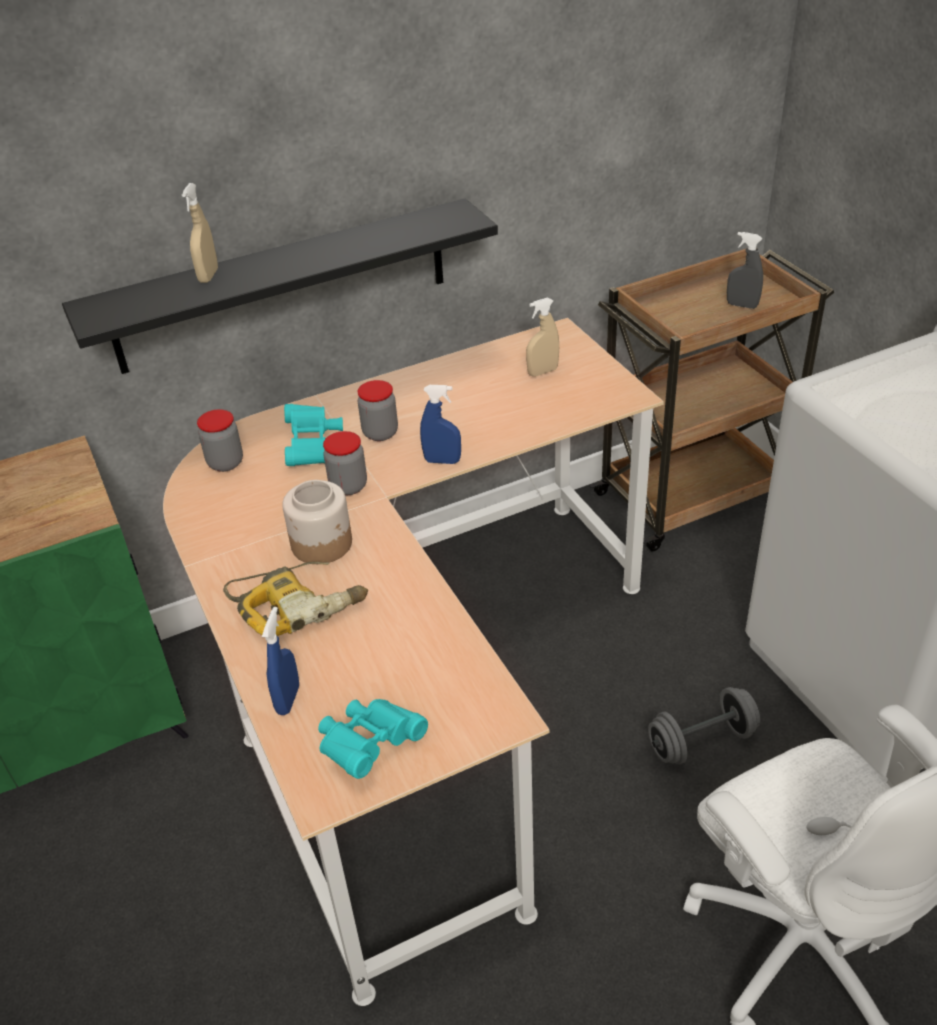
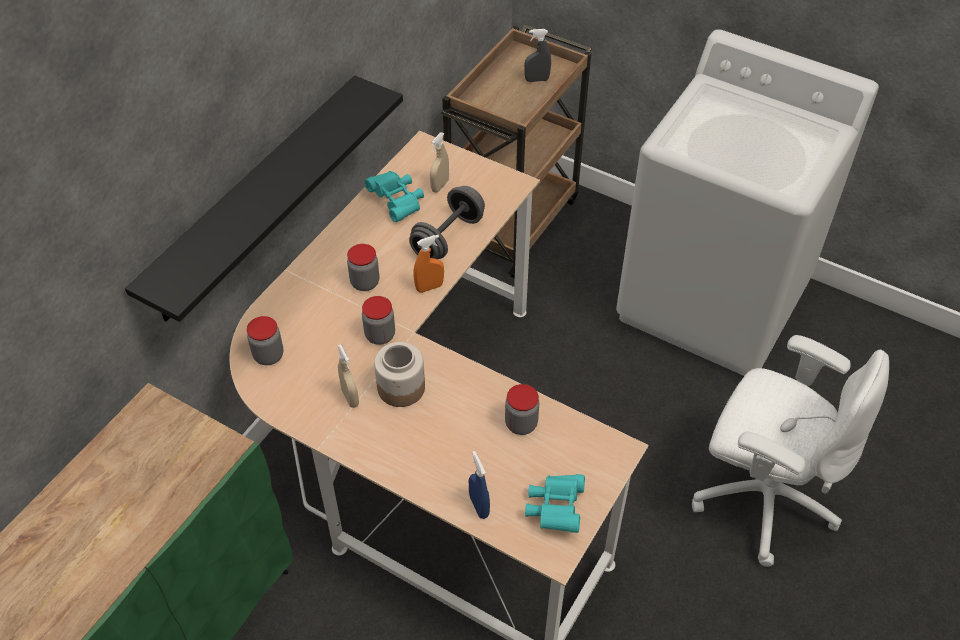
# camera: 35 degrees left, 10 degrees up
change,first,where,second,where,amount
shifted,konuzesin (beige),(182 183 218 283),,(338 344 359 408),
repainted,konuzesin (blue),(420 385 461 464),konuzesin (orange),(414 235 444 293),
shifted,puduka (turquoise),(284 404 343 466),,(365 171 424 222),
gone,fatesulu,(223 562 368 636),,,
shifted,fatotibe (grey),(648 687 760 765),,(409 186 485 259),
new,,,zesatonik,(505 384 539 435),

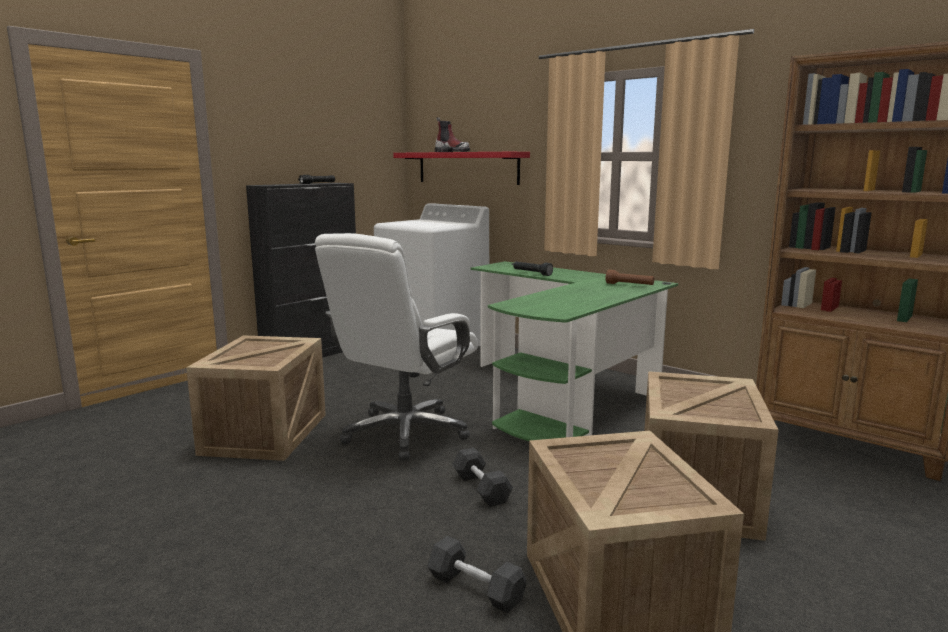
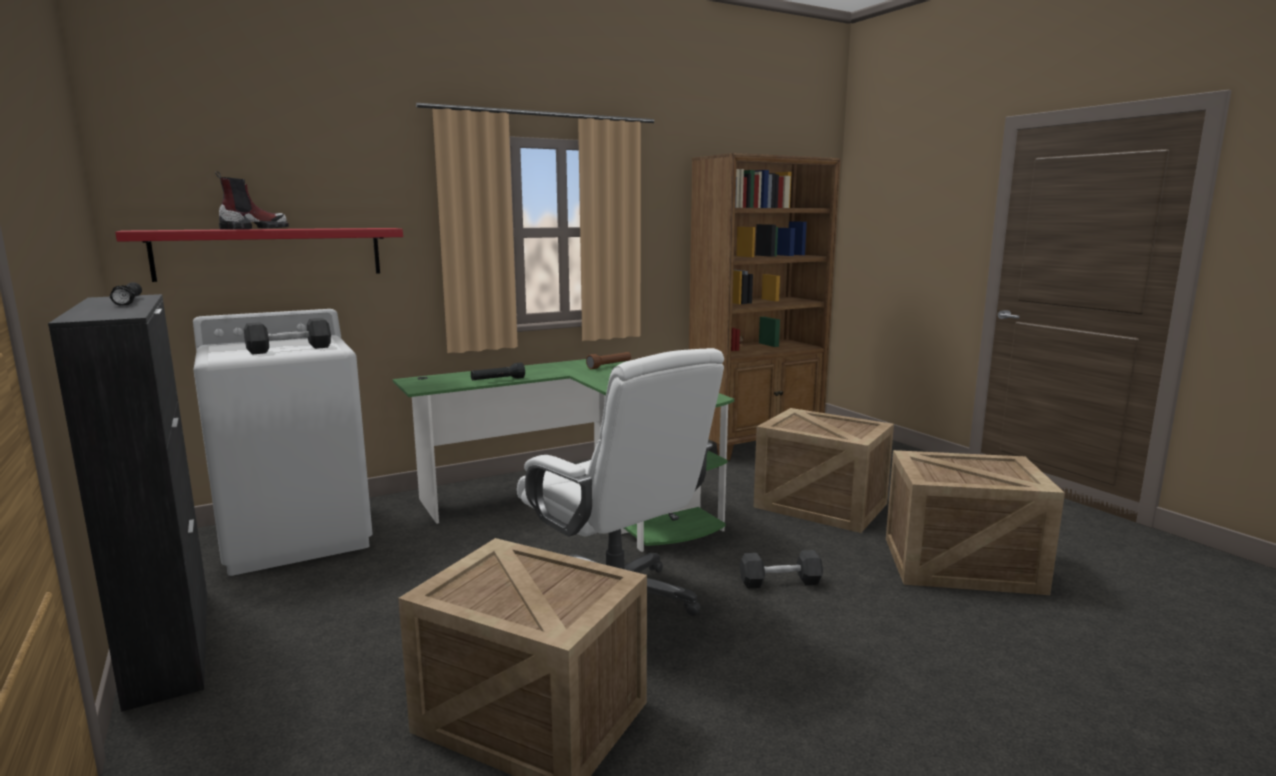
# camera: 70 degrees left, 0 degrees up
change,first,where,second,where,amount
shifted,fatotibe (black),(427 536 526 613),,(244 318 331 355),

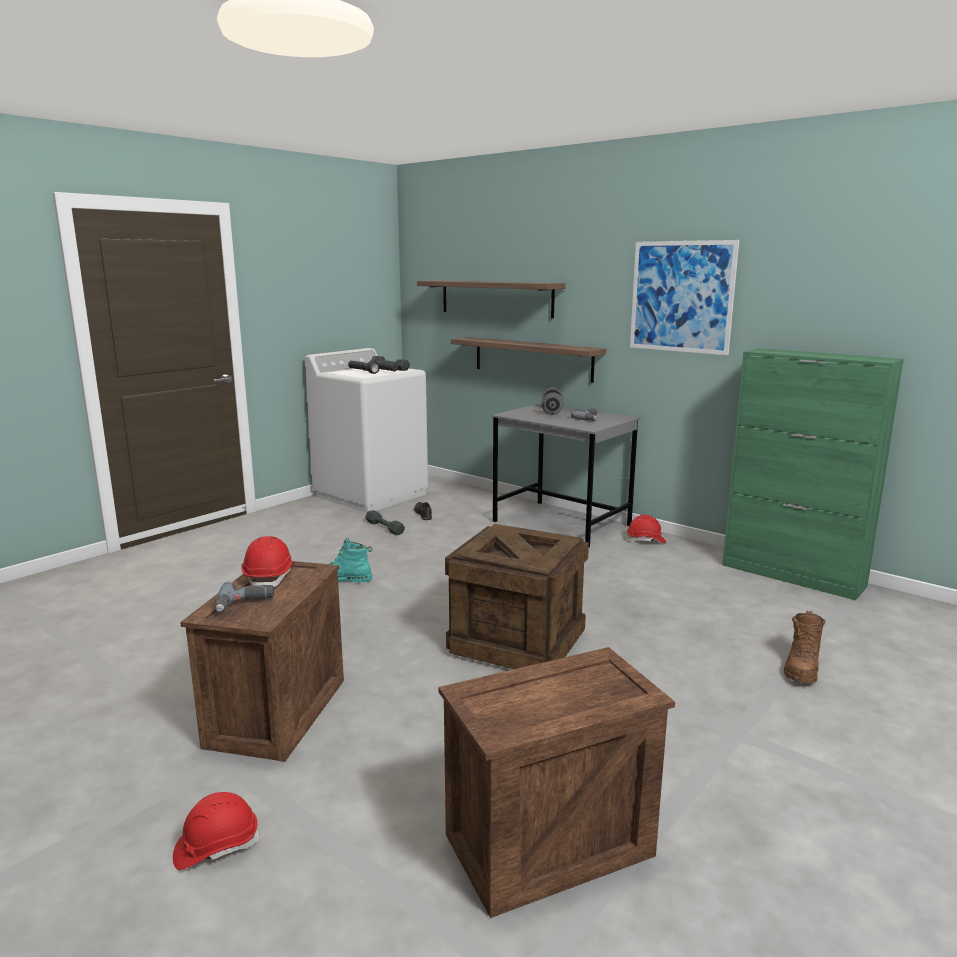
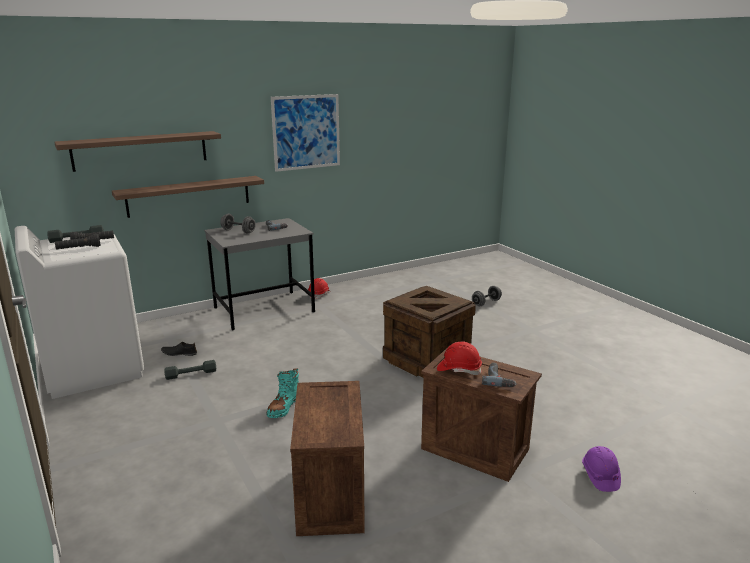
# camera: 70 degrees left, 5 degrees up
change,first,where,second,where,amount
gone,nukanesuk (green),(722 348 904 600),,,
swapped,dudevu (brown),(784 611 826 683),fatotibe (grey),(472 286 502 306),
shifted,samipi,(438 647 675 918),,(290 381 365 536),
repainted,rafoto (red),(173 792 260 870),rafoto (purple),(582 446 621 492),

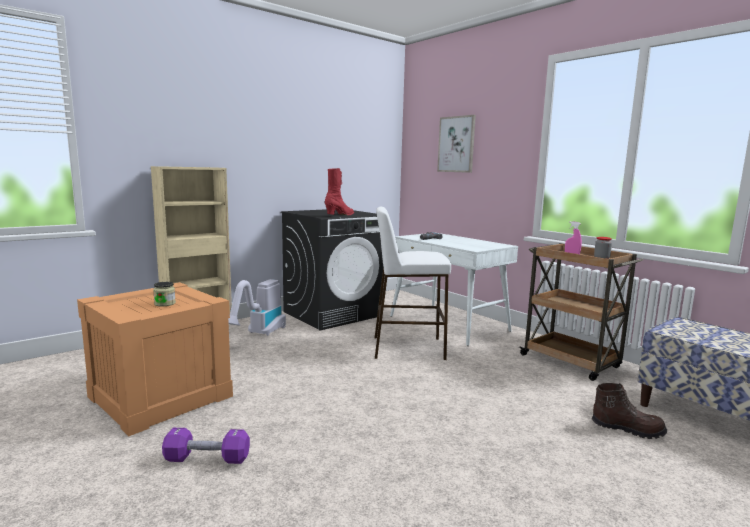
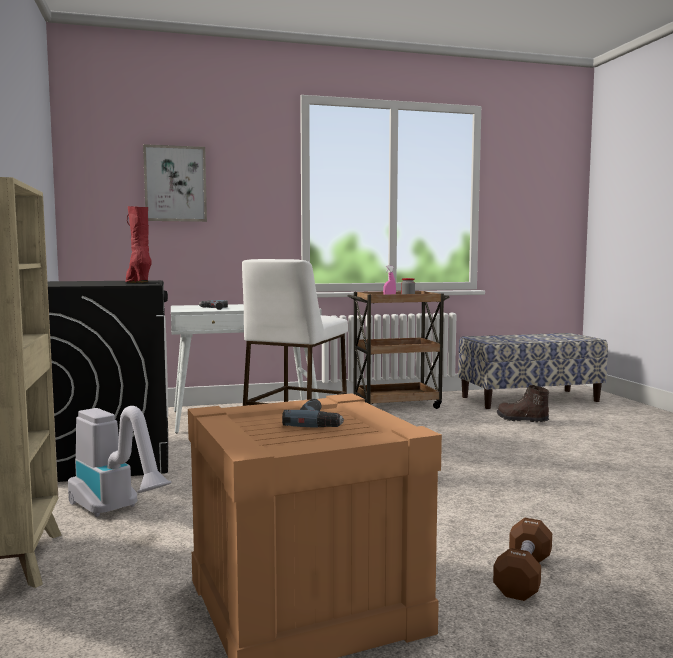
# camera: 65 degrees left, 5 degrees down
change,first,where,second,where,amount
swapped,zesatonik,(153 282 176 306),fatesulu,(282 399 344 428),
rotated,dudevu (brown),(592 383 667 439),,(497 385 549 422),90 degrees counterclockwise
repainted,fatotibe (purple),(162 428 250 464),fatotibe (brown),(493 518 552 601),

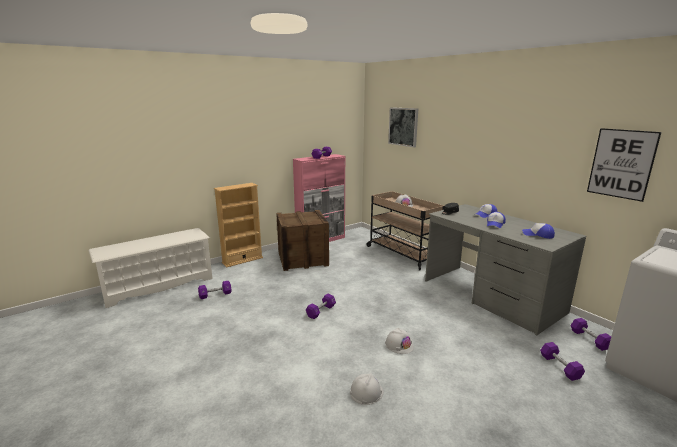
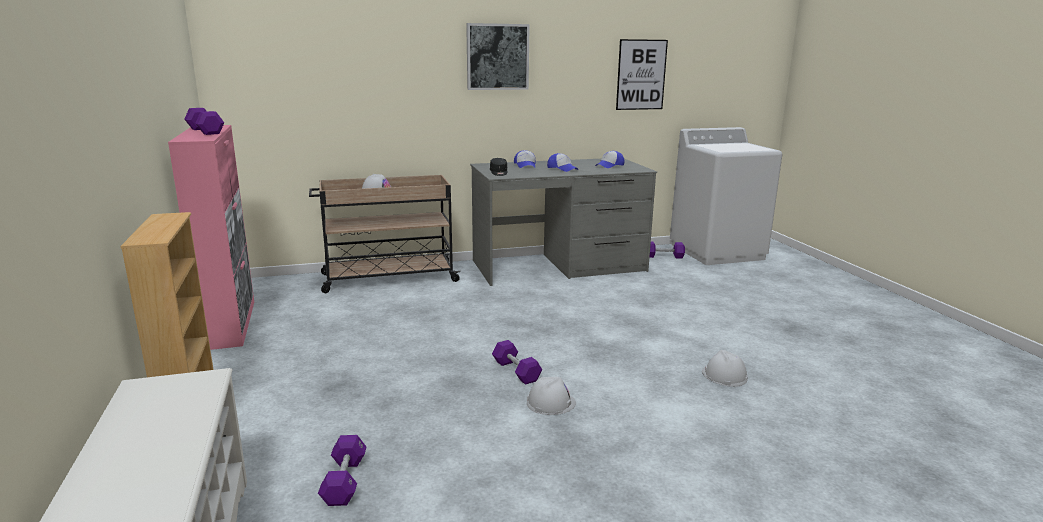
# camera: 70 degrees left, 0 degrees up
change,first,where,second,where,amount
shifted,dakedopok,(388 107 418 147),,(466 23 530 90),
gone,samipi,(276 210 329 271),,,
shifted,rafoto (white),(385 328 414 354),,(527 377 576 415),
gone,fatotibe (purple),(540 342 585 381),,,

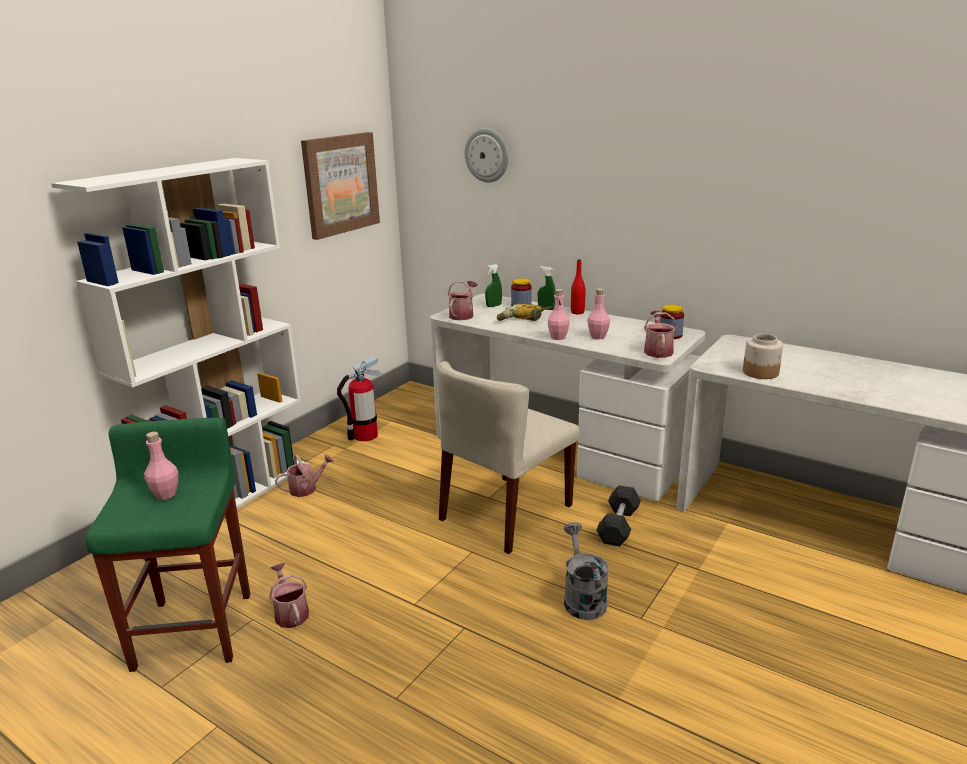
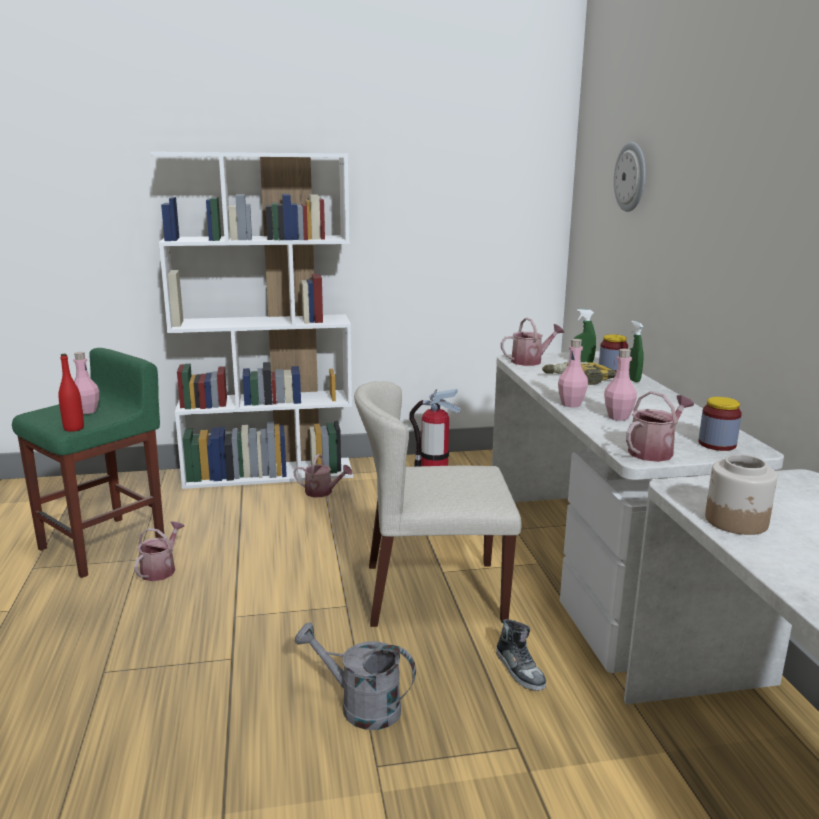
# camera: 45 degrees right, 5 degrees down
change,first,where,second,where,amount
gone,dakedopok,(301 132 380 240),,,
shifted,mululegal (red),(571 259 585 314),,(58 354 84 432),
swapped,fatotibe (grey),(597 485 641 546),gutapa,(496 619 546 691),
rotated,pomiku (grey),(564 522 609 620),,(295 622 416 730),105 degrees counterclockwise

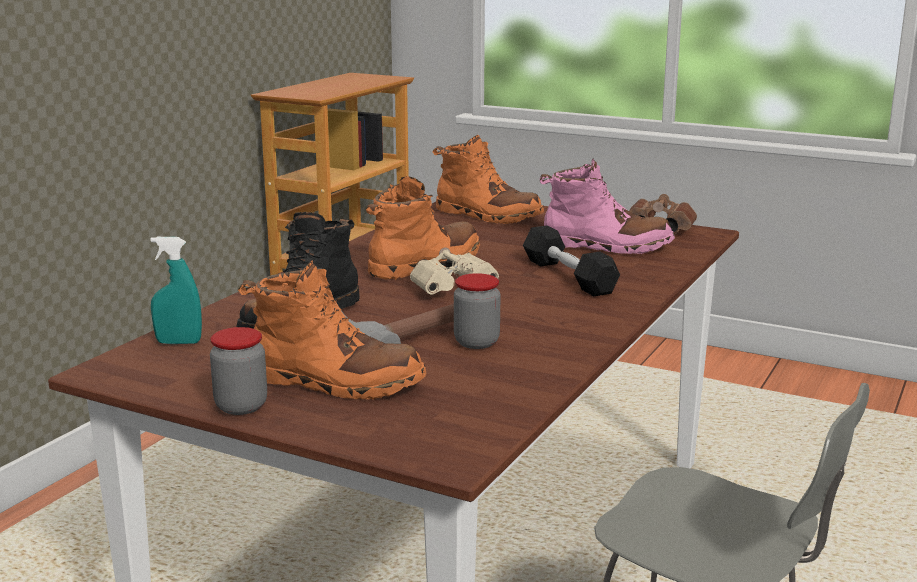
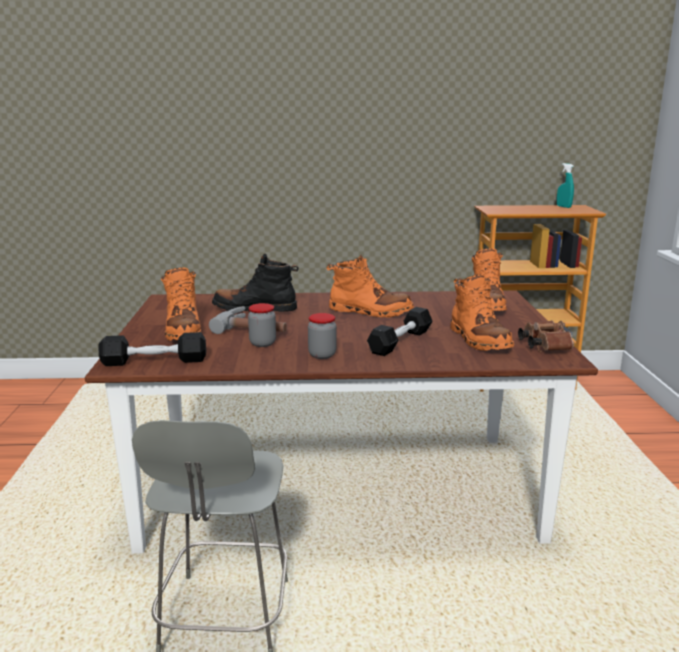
# camera: 60 degrees right, 0 degrees up
change,first,where,second,where,amount
repainted,dudevu (pink),(540 158 675 254),dudevu (orange),(450 274 514 351),
shifted,konuzesin (turquoise),(150 237 202 344),,(557 163 574 208),
gone,puduka (beige),(410 247 499 295),,,
shifted,zesatonik,(210 327 267 415),,(308 313 336 359),
new,,,fatotibe (black),(99 332 206 366),

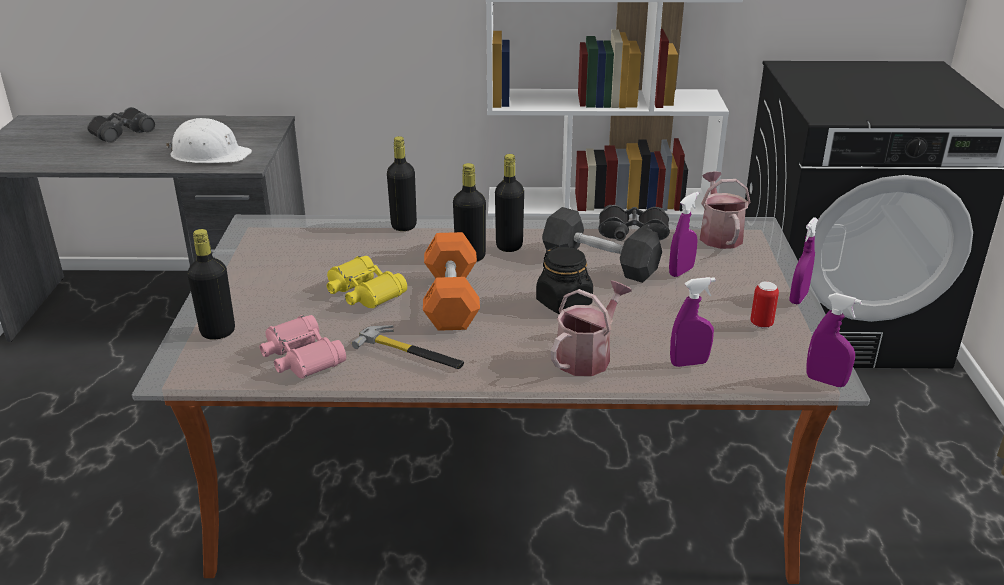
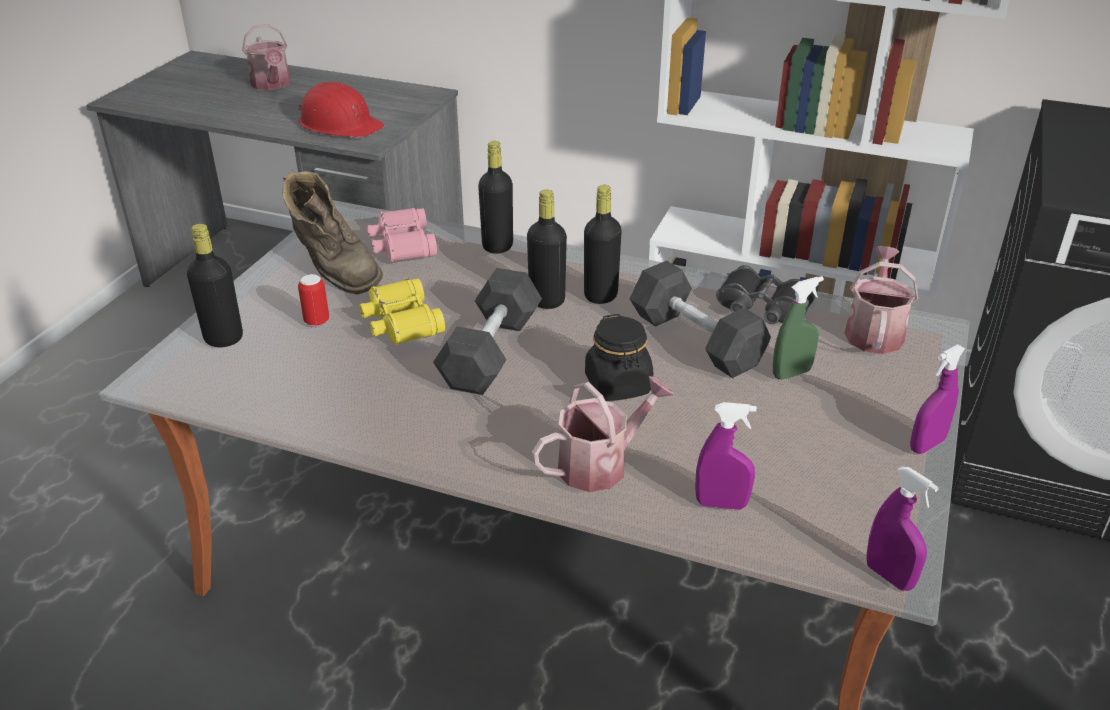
# camera: 20 degrees right, 5 degrees up
change,first,where,second,where,amount
swapped,puduka (black),(87 107 155 143),pomiku,(242 24 291 90),
repainted,rafoto (white),(166 118 252 163),rafoto (red),(298 82 385 138),
repainted,konuzesin (purple),(669 192 699 277),konuzesin (green),(773 276 824 379),
repainted,fatotibe (orange),(423 232 480 331),fatotibe (grey),(433 268 542 395),
shifted,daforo,(750 281 779 329),,(298 274 329 326),
shifted,puduka (pink),(260 315 346 379),,(367 207 437 262),
gone,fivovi,(351 325 464 369),,,
new,,,dudevu (brown),(283 171 383 295),

